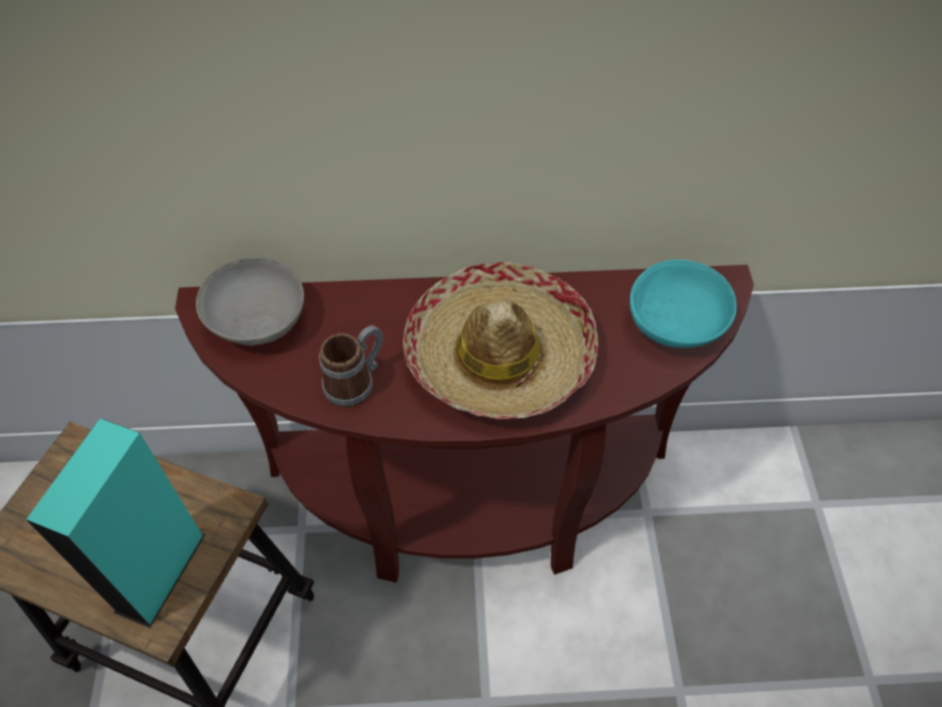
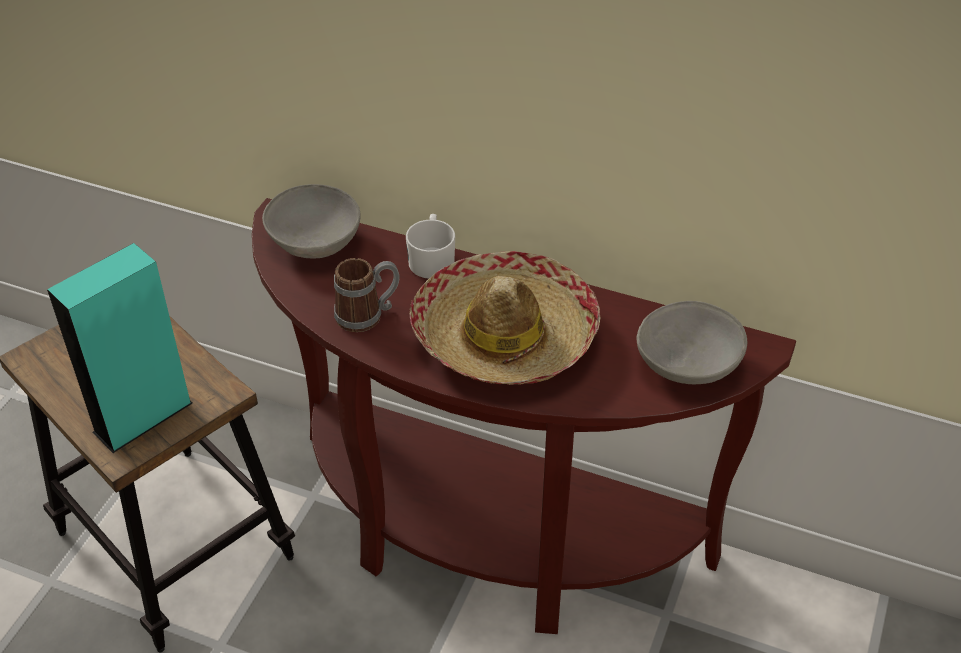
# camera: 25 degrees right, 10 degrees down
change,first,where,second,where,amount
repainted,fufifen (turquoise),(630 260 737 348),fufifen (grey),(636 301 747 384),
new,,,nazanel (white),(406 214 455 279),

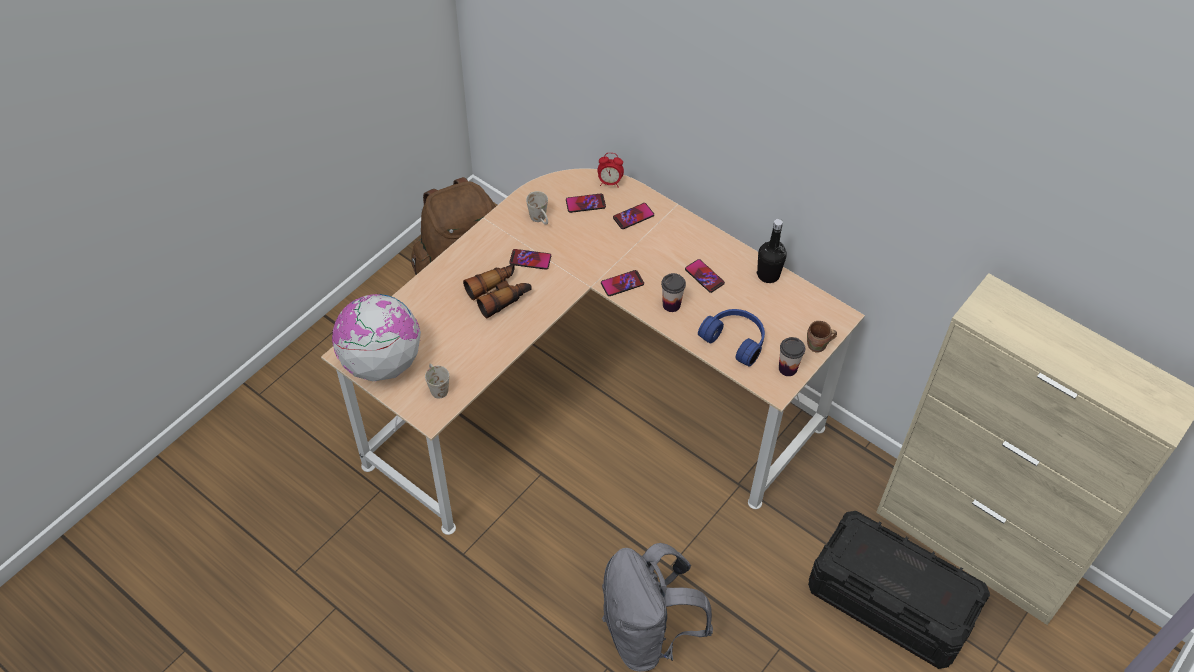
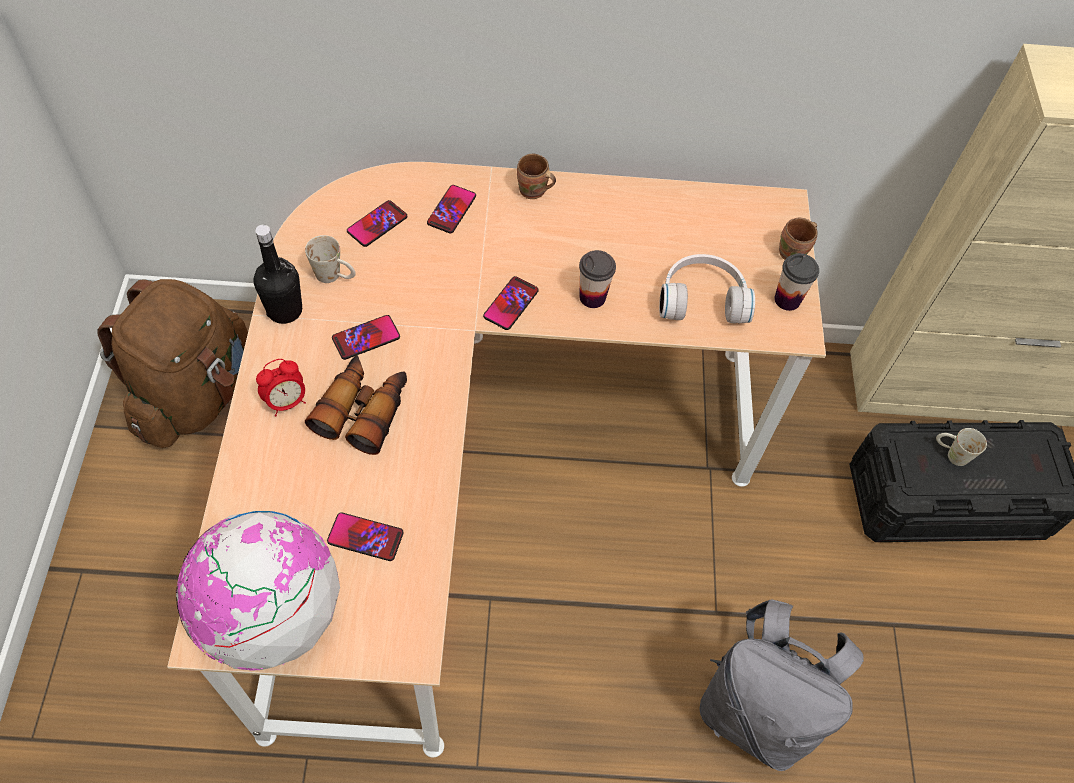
# camera: 40 degrees left, 5 degrees up
change,first,where,second,where,amount
shifted,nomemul,(597 153 624 188),,(256 359 306 416),
shifted,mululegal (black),(757 219 787 283),,(253 225 302 324),
shifted,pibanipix,(685 259 725 293),,(327 512 404 561),
repainted,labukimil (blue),(698 309 765 367),labukimil (white),(659 254 755 324),
shifted,nazanel (white),(425 363 449 399),,(936 428 987 466),
new,,,nazanel (brown),(517 154 556 199),

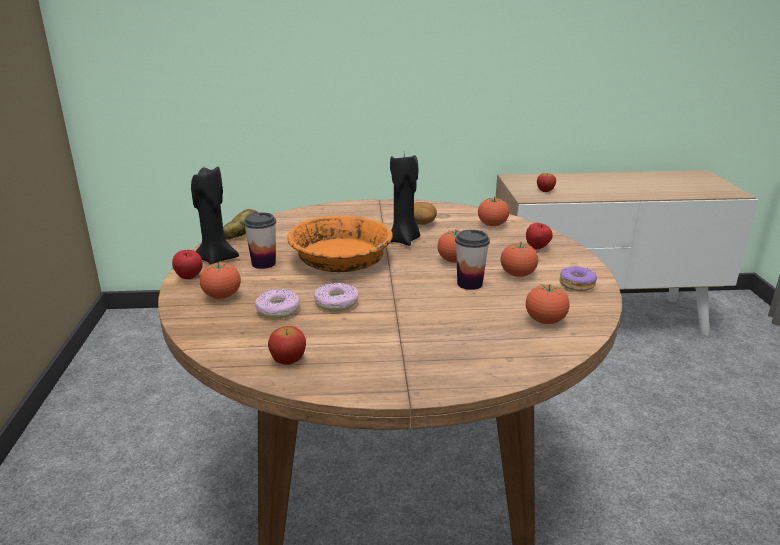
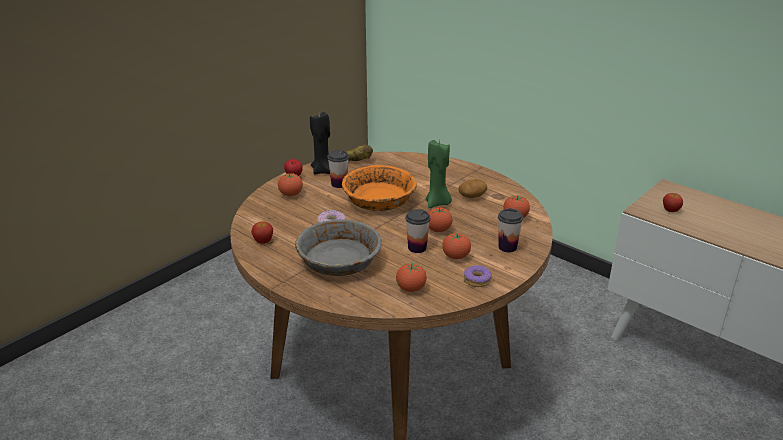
# camera: 45 degrees right, 5 degrees up
change,first,where,second,where,amount
repainted,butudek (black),(390 153 420 246),butudek (green),(426 140 452 208),
swapped,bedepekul,(526 223 553 249),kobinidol,(498 209 523 252),
gone,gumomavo,(255 289 300 319),,,
new,,,fufifen (grey),(295 219 382 276),

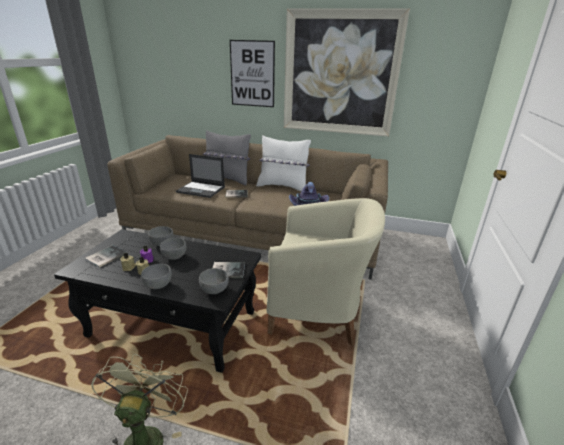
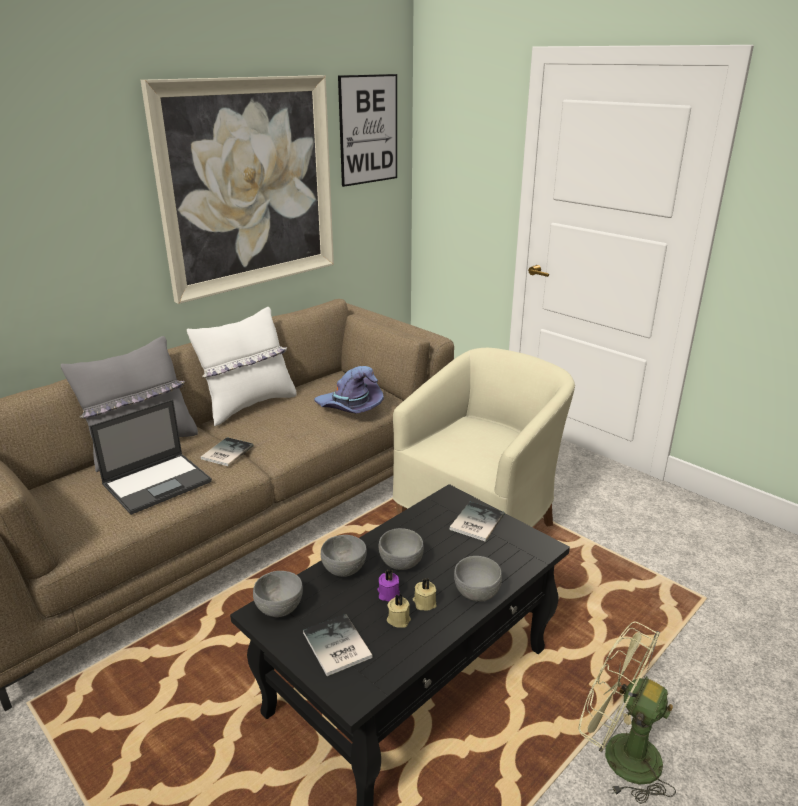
# camera: 60 degrees left, 0 degrees up
change,first,where,second,where,amount
shifted,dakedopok,(230 40 275 107),,(338 74 397 187),
shifted,fufifen (grey),(199 268 229 294),,(253 571 303 617),

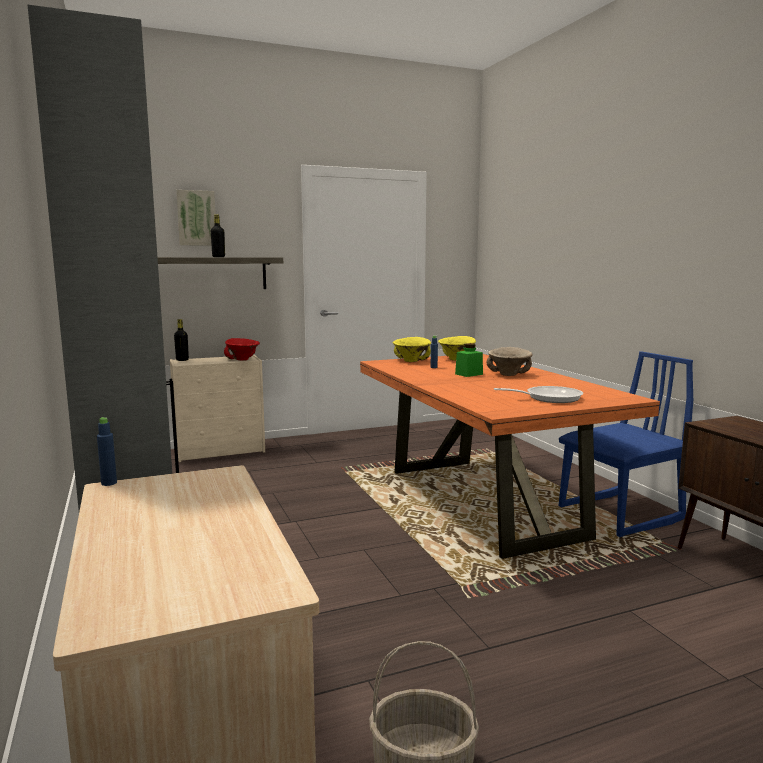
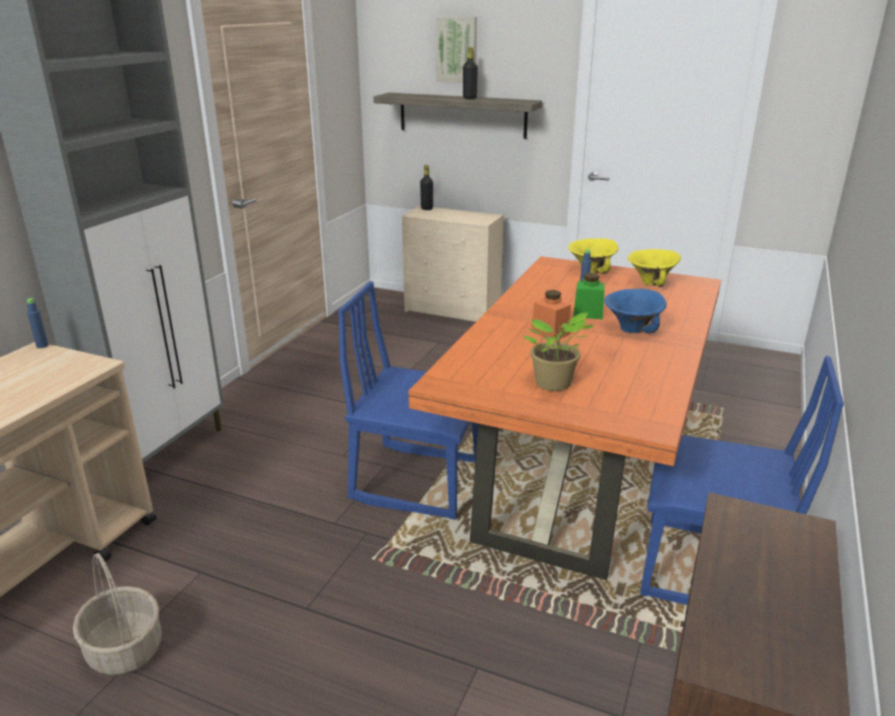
# camera: 45 degrees right, 15 degrees up
change,first,where,second,where,amount
gone,fufifen (red),(224 338 260 361),,,
repainted,fufifen (beige),(486 347 532 376),fufifen (blue),(604 289 667 334),
swapped,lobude,(494 386 583 403),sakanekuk,(523 312 595 391),
new,,,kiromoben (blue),(338 282 478 520),
new,,,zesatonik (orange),(531 290 571 339),

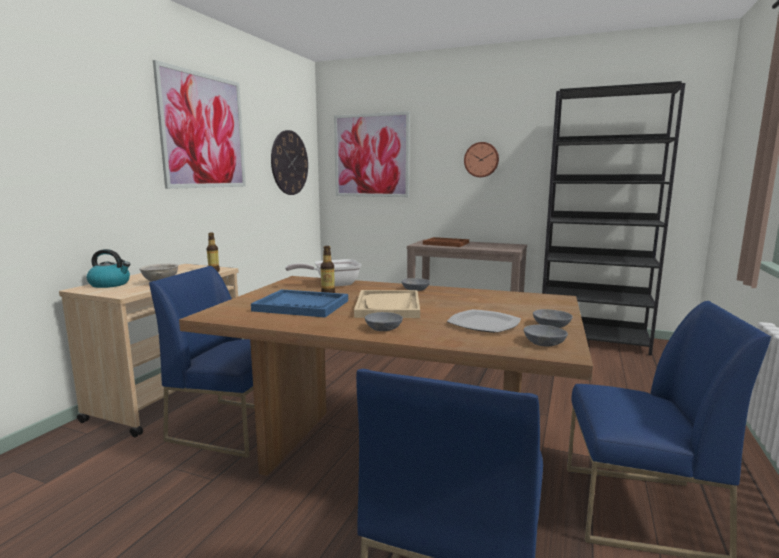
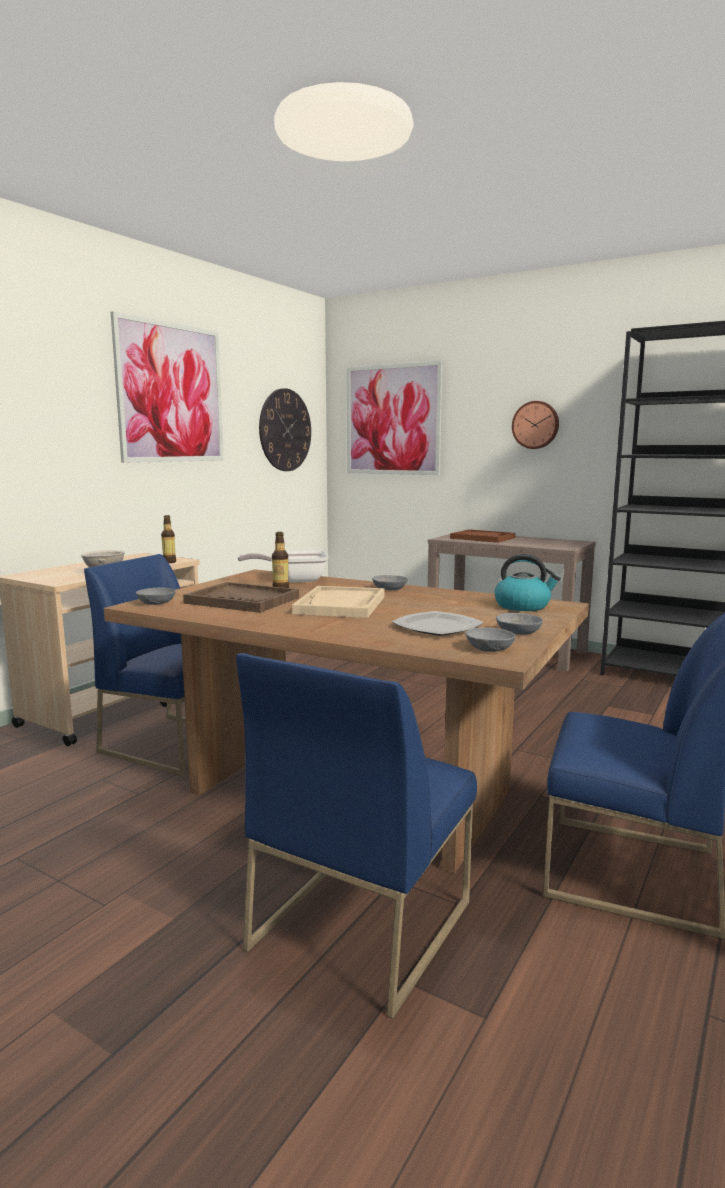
# camera: 10 degrees right, 0 degrees up
change,first,where,second,where,amount
shifted,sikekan,(87 249 131 288),,(495 554 561 611),
repainted,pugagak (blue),(251 289 348 317),pugagak (brown),(183 582 299 613),
shifted,fufifen (grey),(365 312 403 331),,(136 588 176 605),

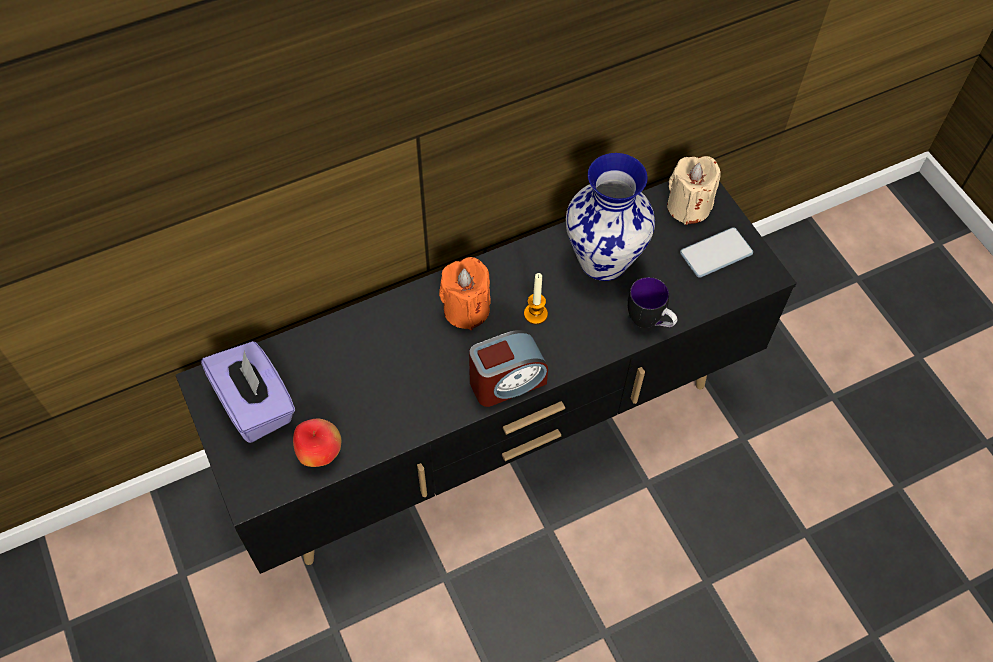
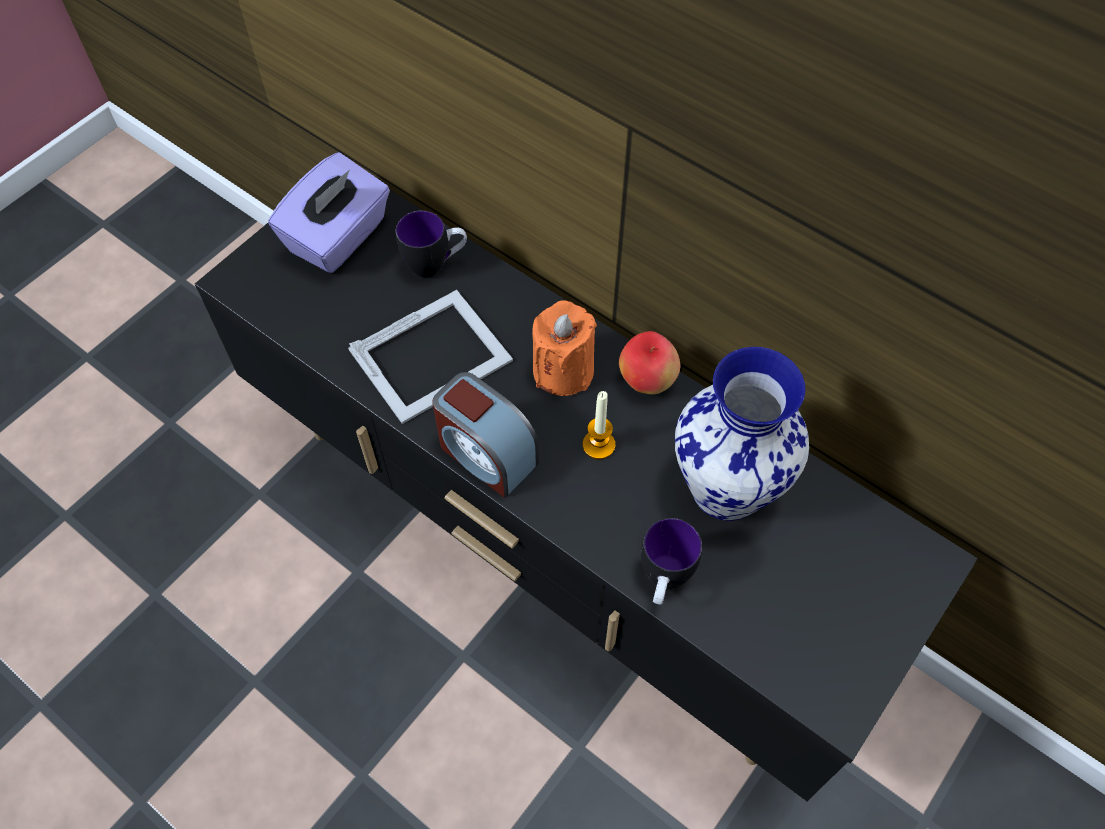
# camera: 65 degrees right, 0 degrees up
change,first,where,second,where,amount
gone,butudek (beige),(667 156 721 225),,,
gone,pibanipix,(680 227 753 278),,,
shifted,bedepekul,(293 419 341 467),,(619 331 680 394),
new,,,nazanel,(396 211 467 278),
new,,,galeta,(348 290 513 424),

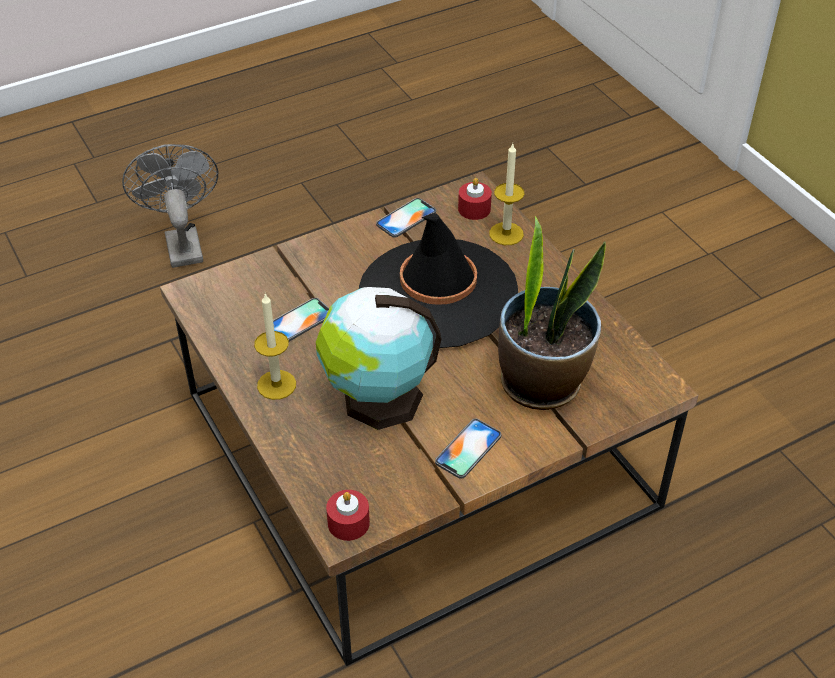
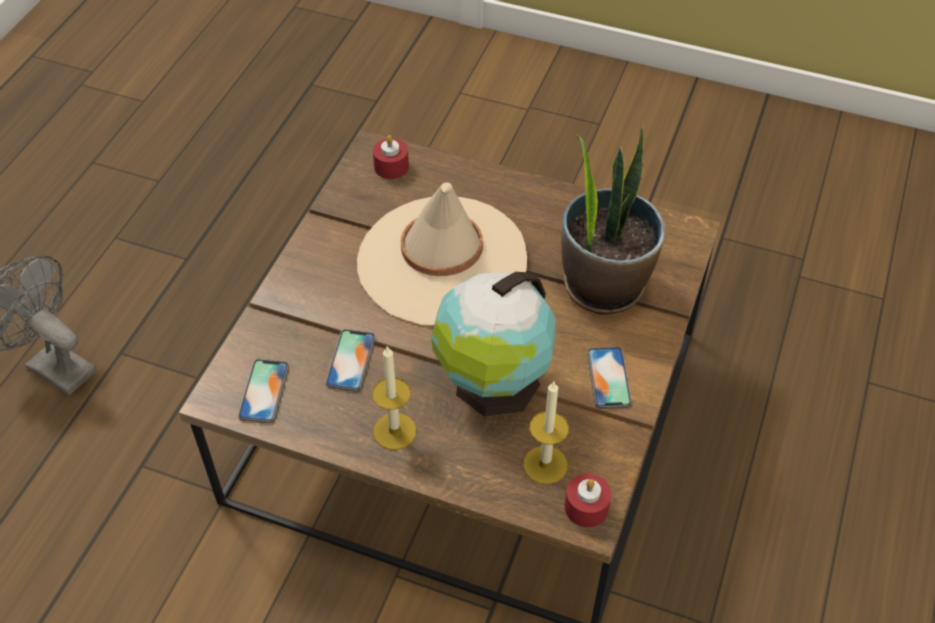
# camera: 40 degrees left, 5 degrees up
change,first,where,second,where,amount
shifted,butudek,(489 144 524 245),,(523 382 569 484),
shifted,pibanipix,(376 198 436 238),,(238 359 289 423),
repainted,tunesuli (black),(359 213 518 348),tunesuli (beige),(357 182 527 325),

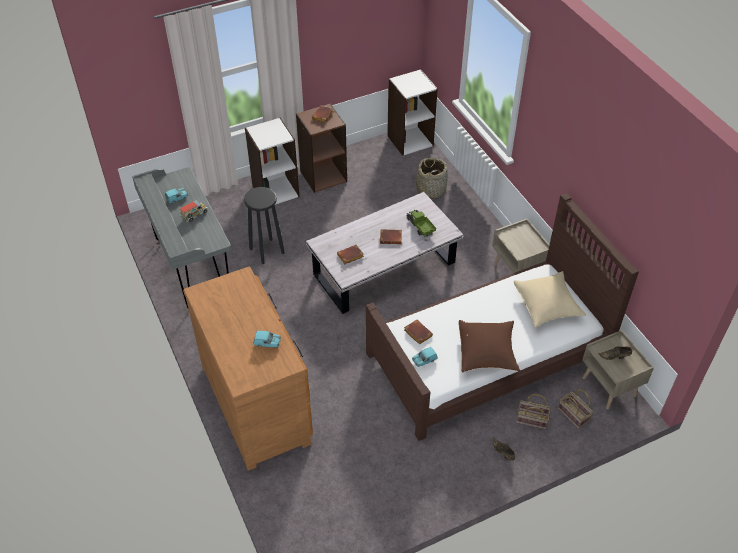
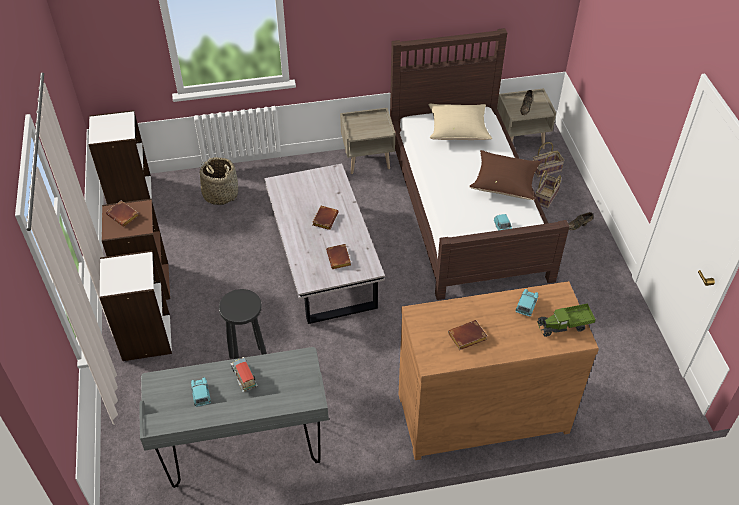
# camera: 75 degrees left, 0 degrees up
change,first,where,second,where,amount
shifted,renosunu,(406 210 436 237),,(538 303 596 337),
shifted,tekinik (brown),(404 320 433 345),,(448 320 487 350),

